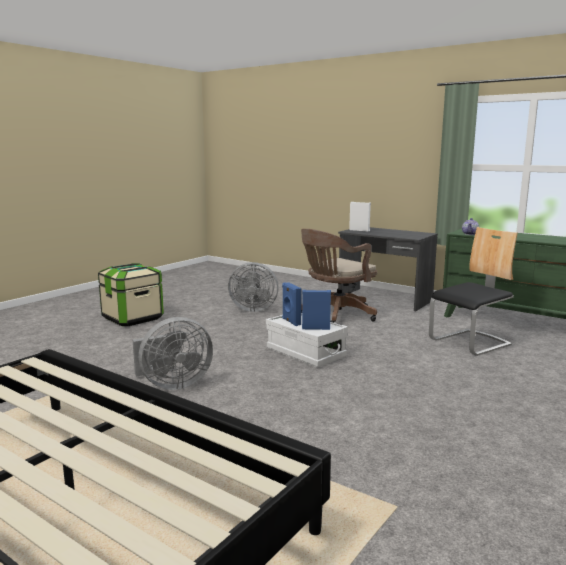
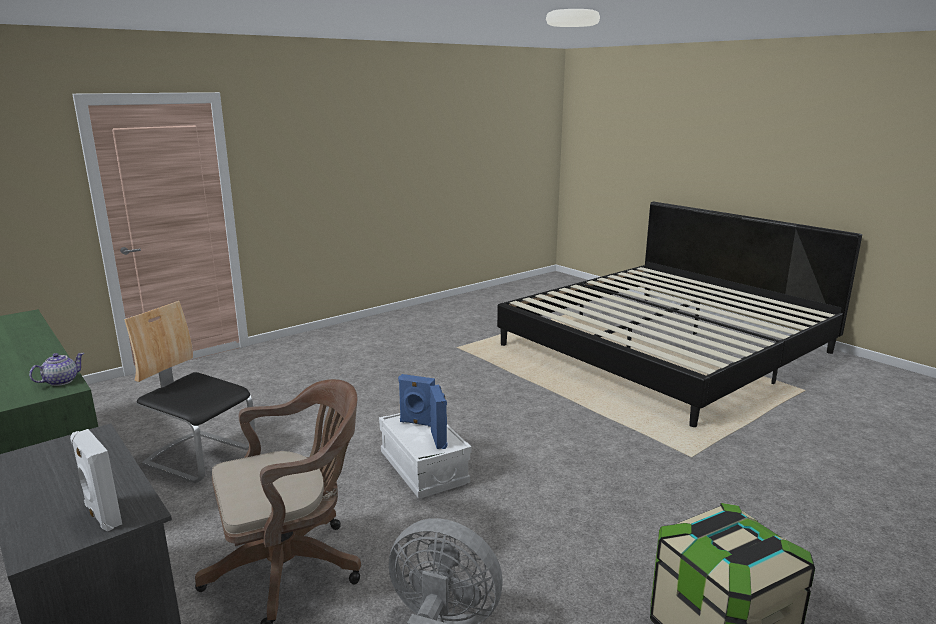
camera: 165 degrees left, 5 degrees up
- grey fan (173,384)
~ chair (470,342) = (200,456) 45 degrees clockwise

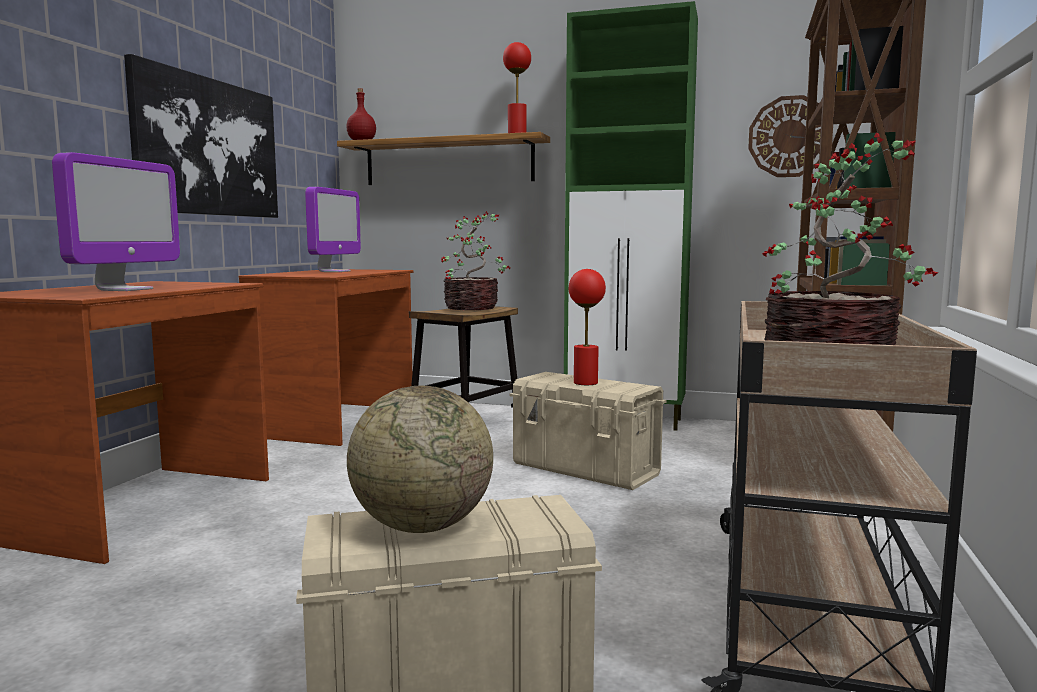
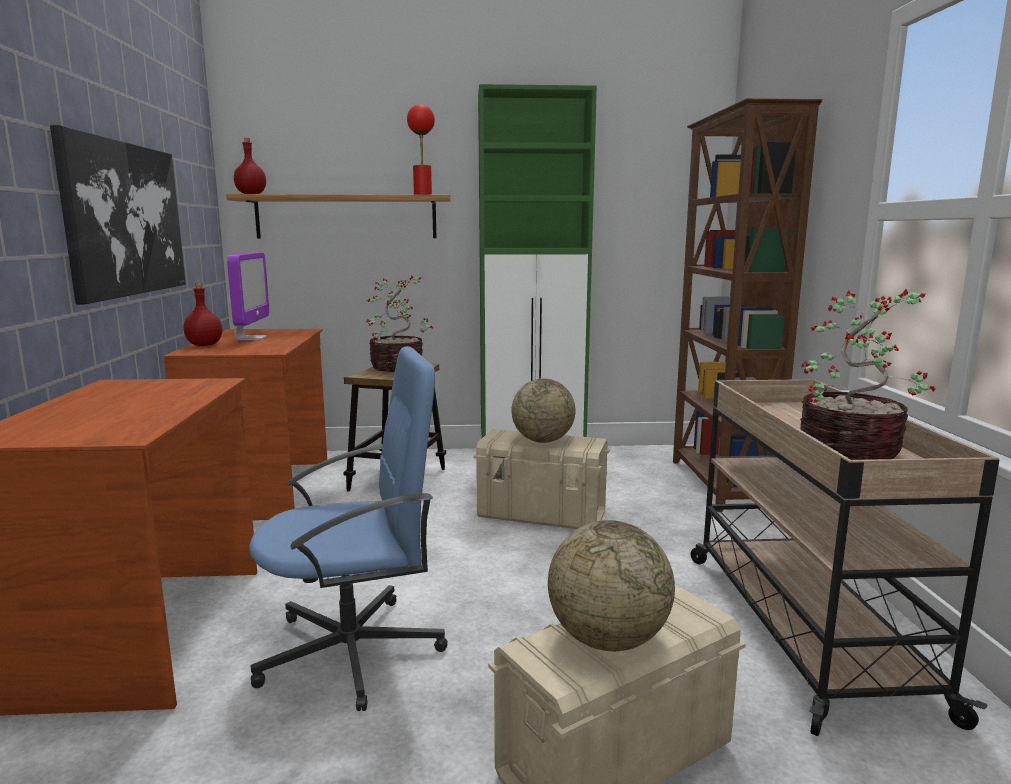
camera: 20 degrees left, 5 degrees up
- monitor (124,289)
~ red table lamp (585,383) to globe (542,440)
- wall clock (789,137)
+ red bottle (205,345)
+ blue office chair (354,651)

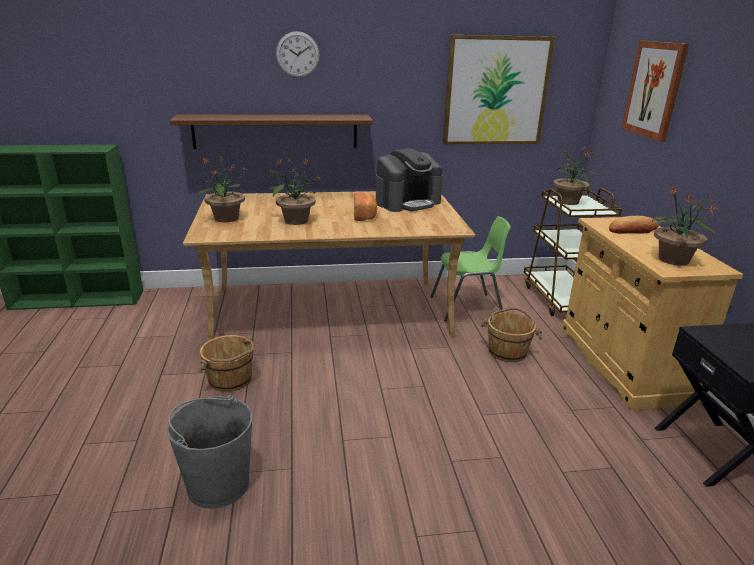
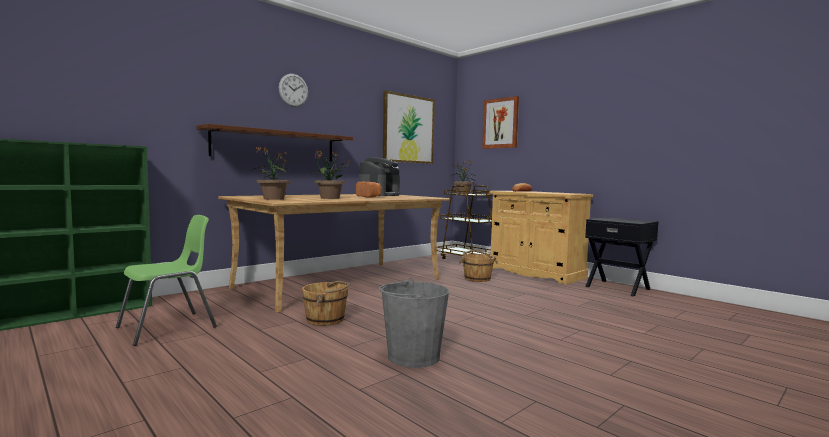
camera: 35 degrees left, 20 degrees down
~ green chair (467,307) to (169,327)
- potted plant (673,260)

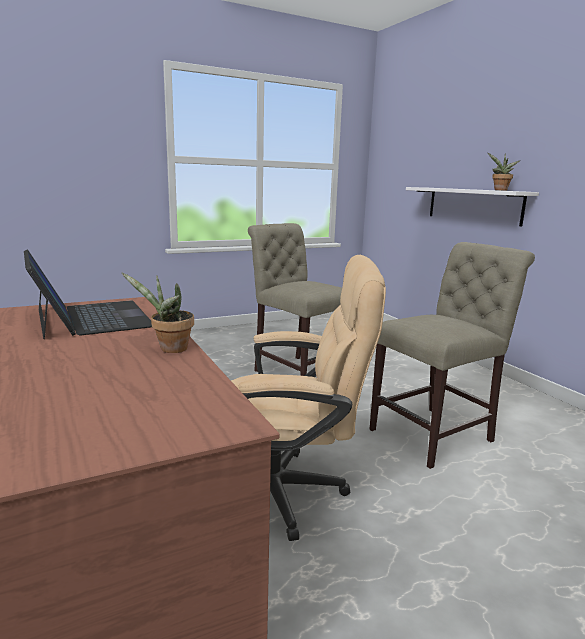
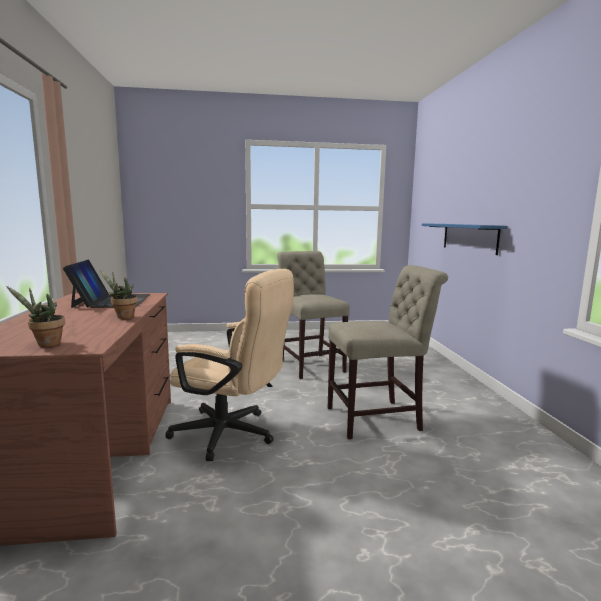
camera: 20 degrees right, 5 degrees down
~ white shelf (473,205) to blue shelf (469,237)
~ potted plant (499,190) to (45,344)

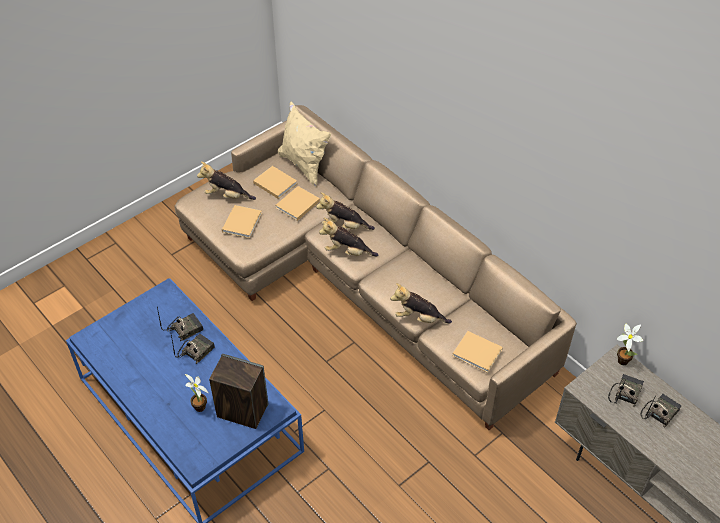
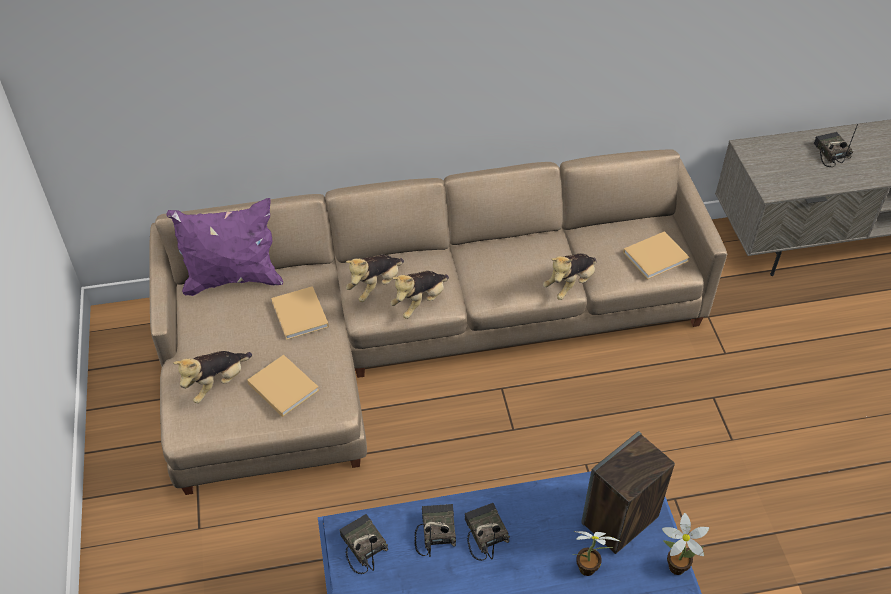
camera: 60 degrees left, 0 degrees up
- beige book (274,183)
~ beige pillow (304,165) to purple pillow (233,279)
~ radio (625,393) to (362,547)
~ potted plant (622,359) to (674,565)

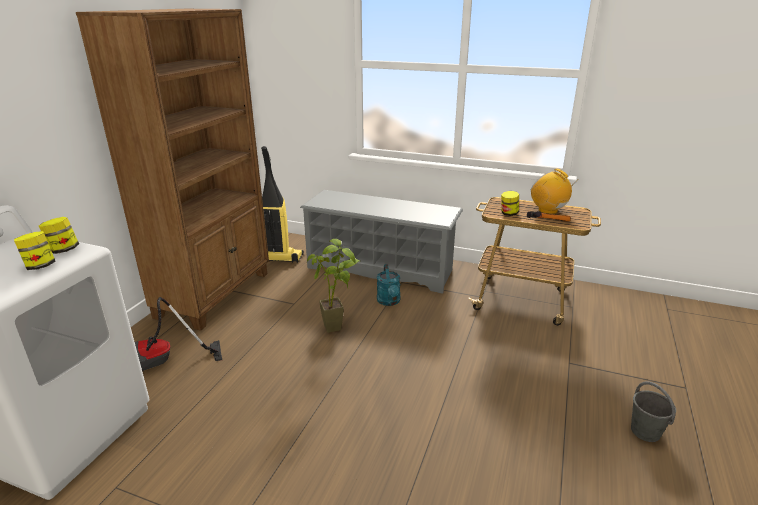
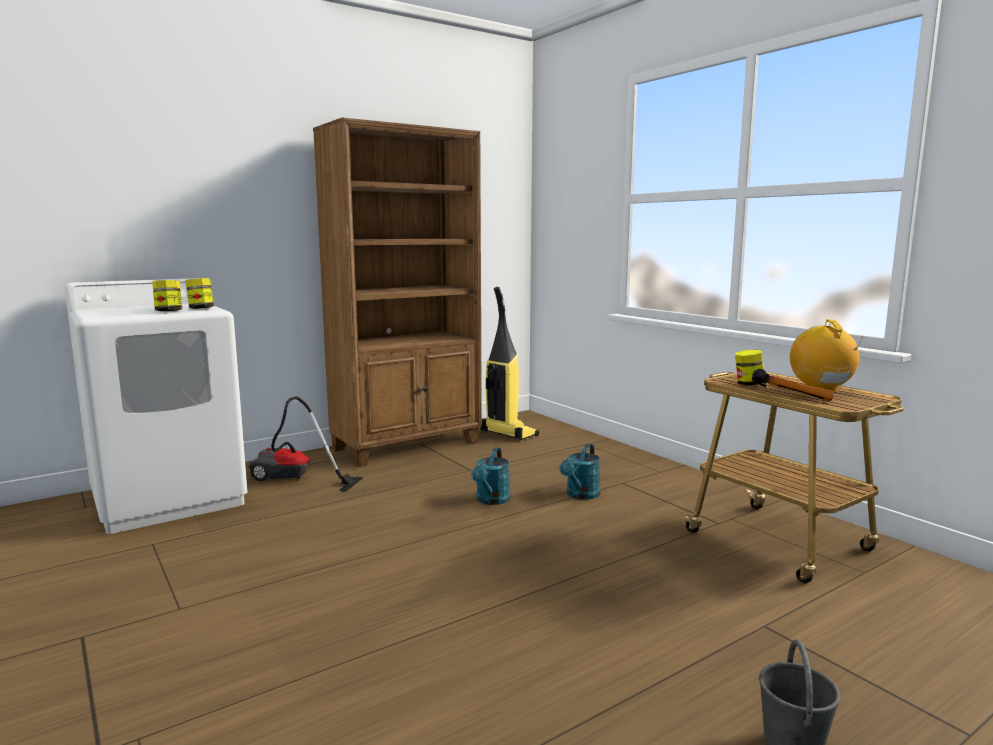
camera: 35 degrees right, 15 degrees down
- grey shoe rack (381,269)
~ potted plant (340,327) to turquoise watering can (491,500)

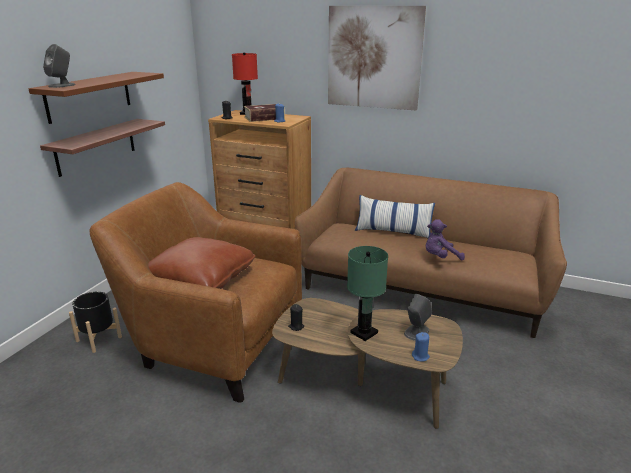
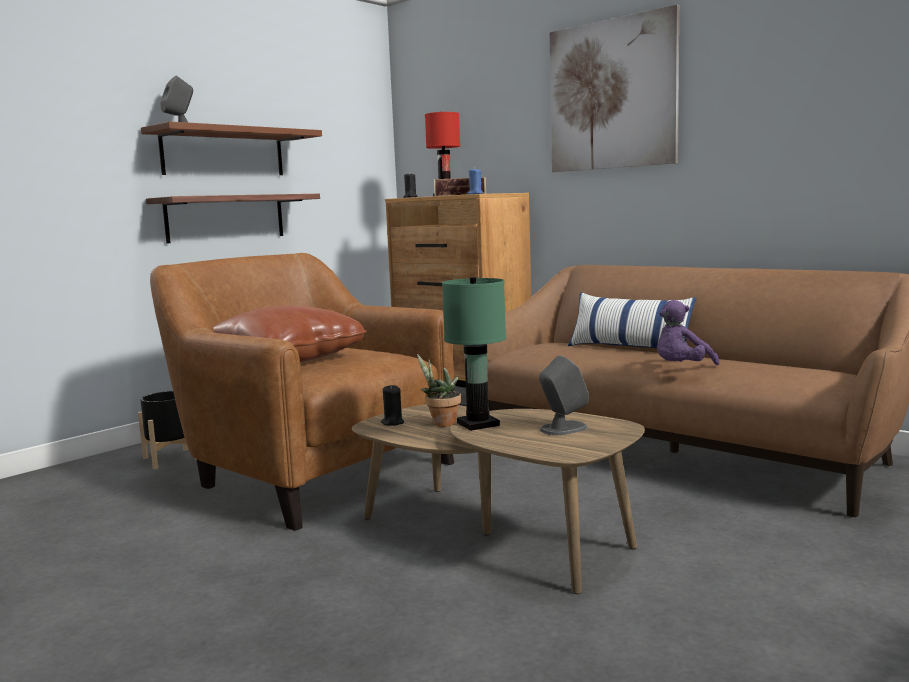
camera: 20 degrees right, 15 degrees down
- blue candle (420,356)
~ purple plush toy (440,257) = (681,369) 45 degrees counterclockwise
+ potted plant (441,423)

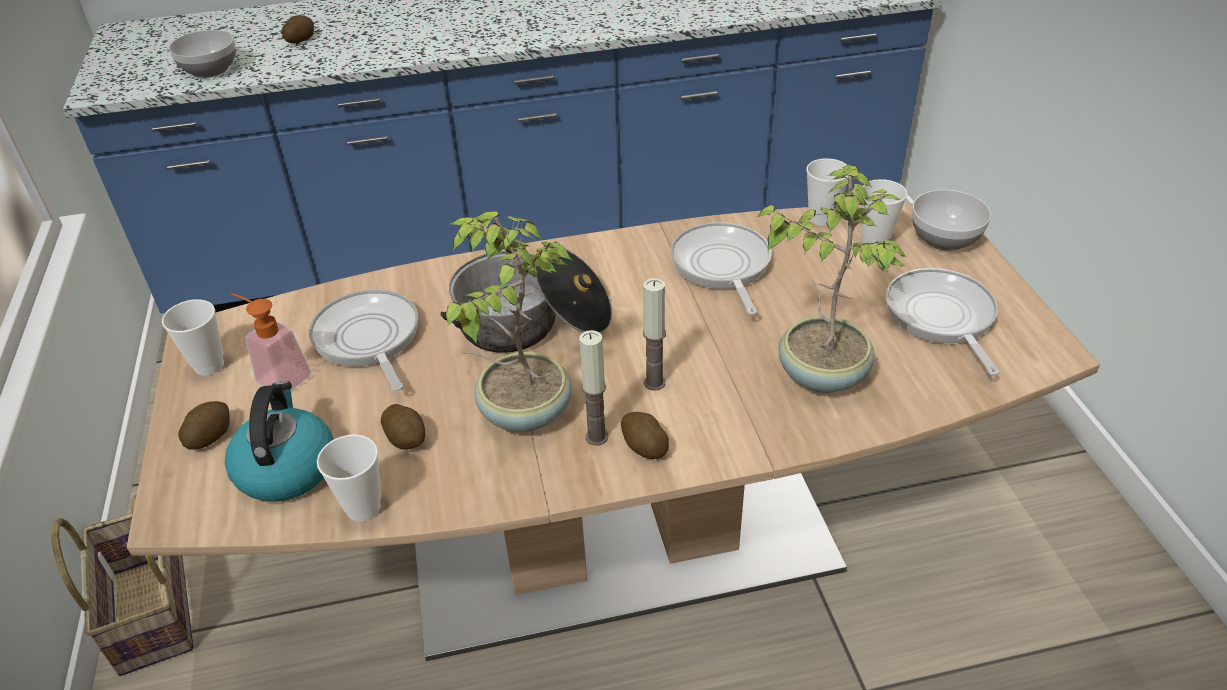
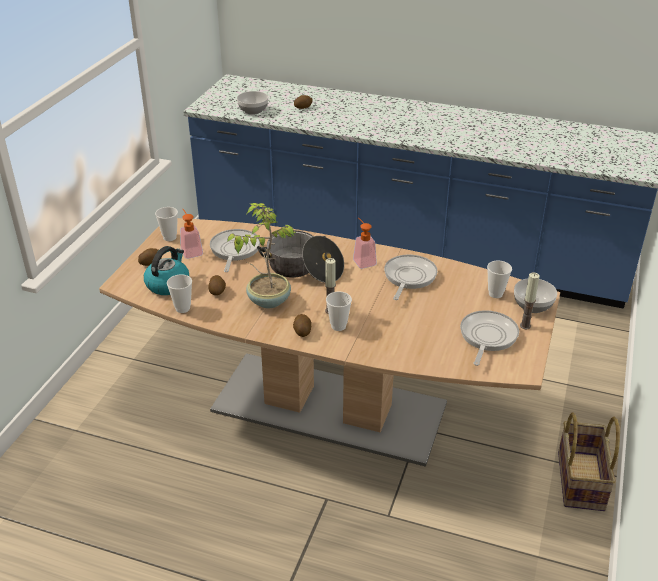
camera: 30 degrees right, 5 degrees down
~ basket (149,612) to (579,480)
~ candle (596,437) to (525,326)
- potted plant (822,373)
~ cup (822,218) to (338,326)
+ soap dispenser (363,260)

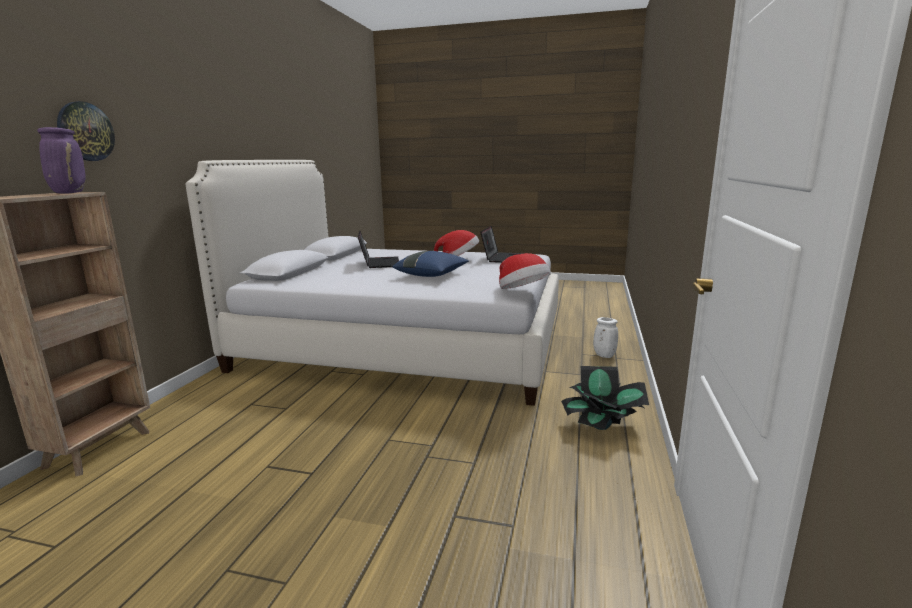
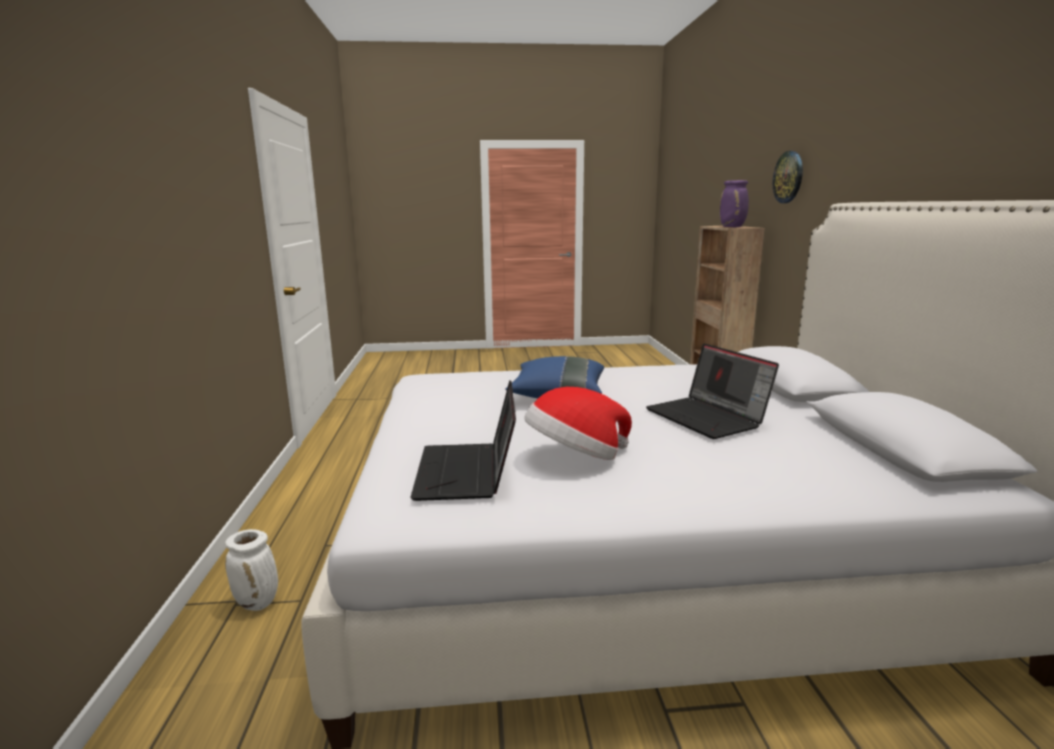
camera: 160 degrees right, 0 degrees up
- hat (522,292)
- potted plant (601,426)

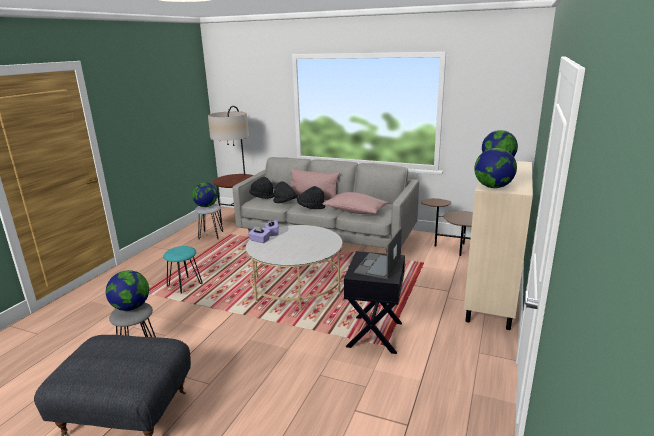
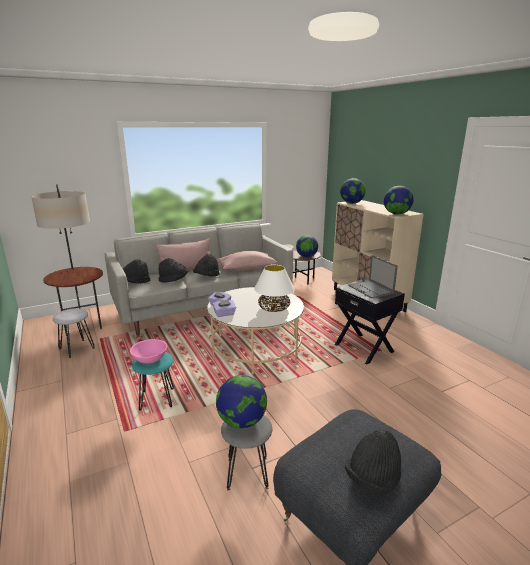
camera: 50 degrees left, 0 degrees up
~ globe (206,206) to (306,256)
+ pink bowl (150,359)
+ white table lamp (273,308)
+ black hat (373,478)

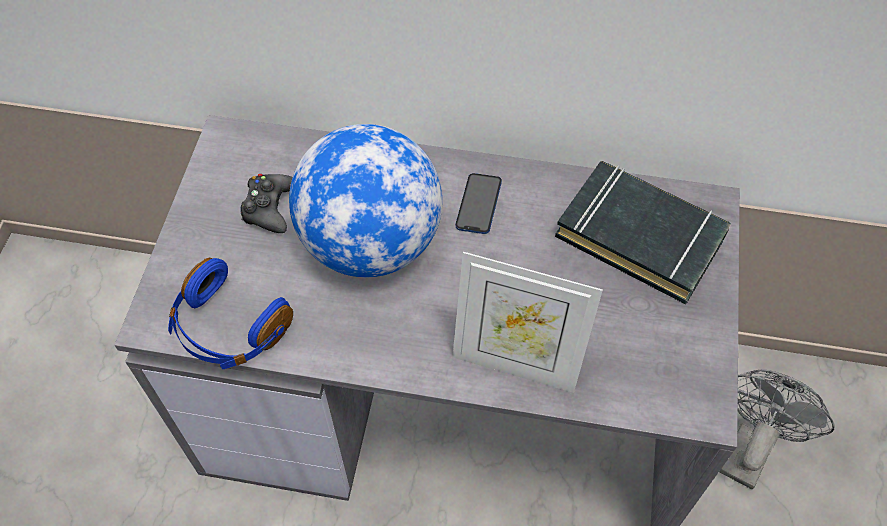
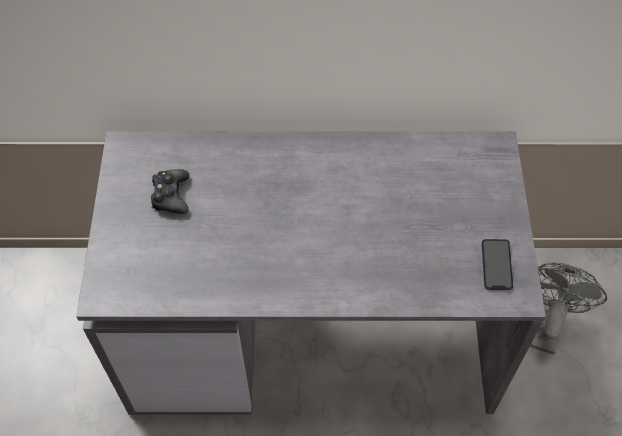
camera: 10 degrees left, 0 degrees up
- blue headphones (228,328)
- globe (371,243)
- picture frame (516,363)
~ phone (478,204) to (496,265)
- black book (640,236)

